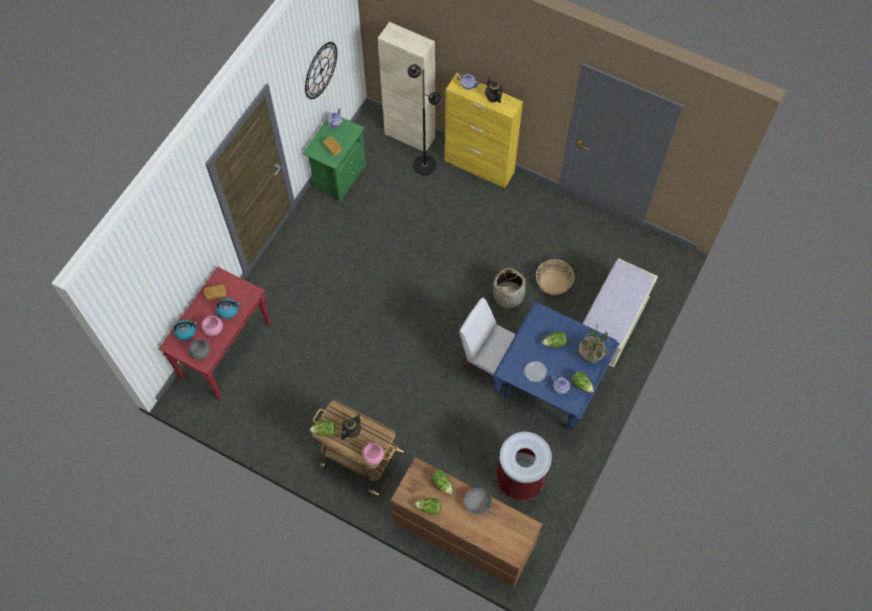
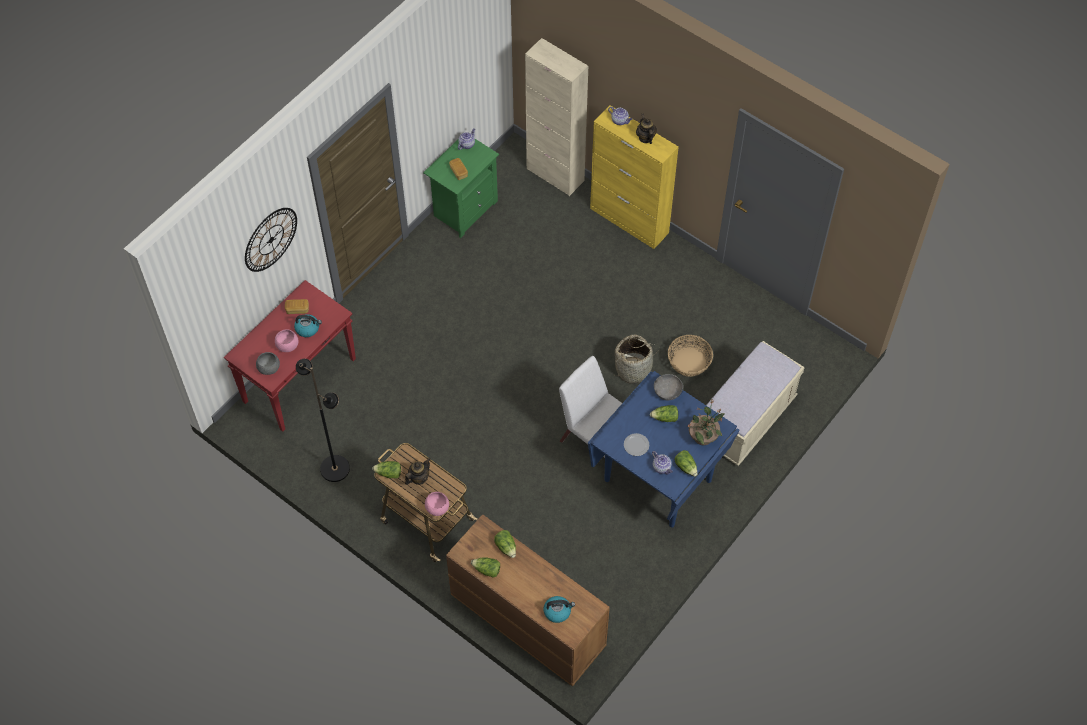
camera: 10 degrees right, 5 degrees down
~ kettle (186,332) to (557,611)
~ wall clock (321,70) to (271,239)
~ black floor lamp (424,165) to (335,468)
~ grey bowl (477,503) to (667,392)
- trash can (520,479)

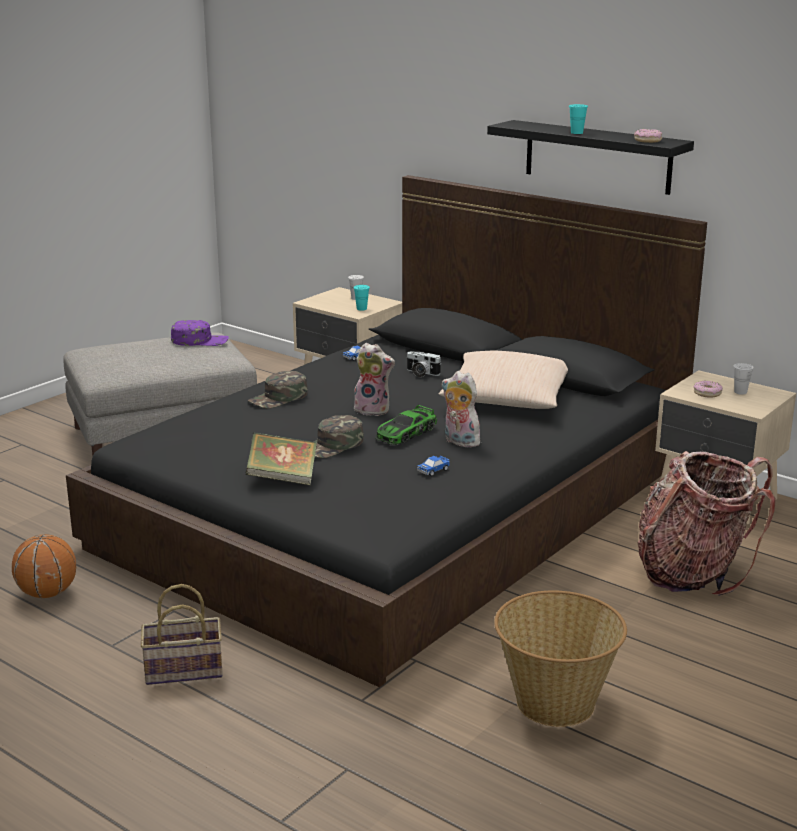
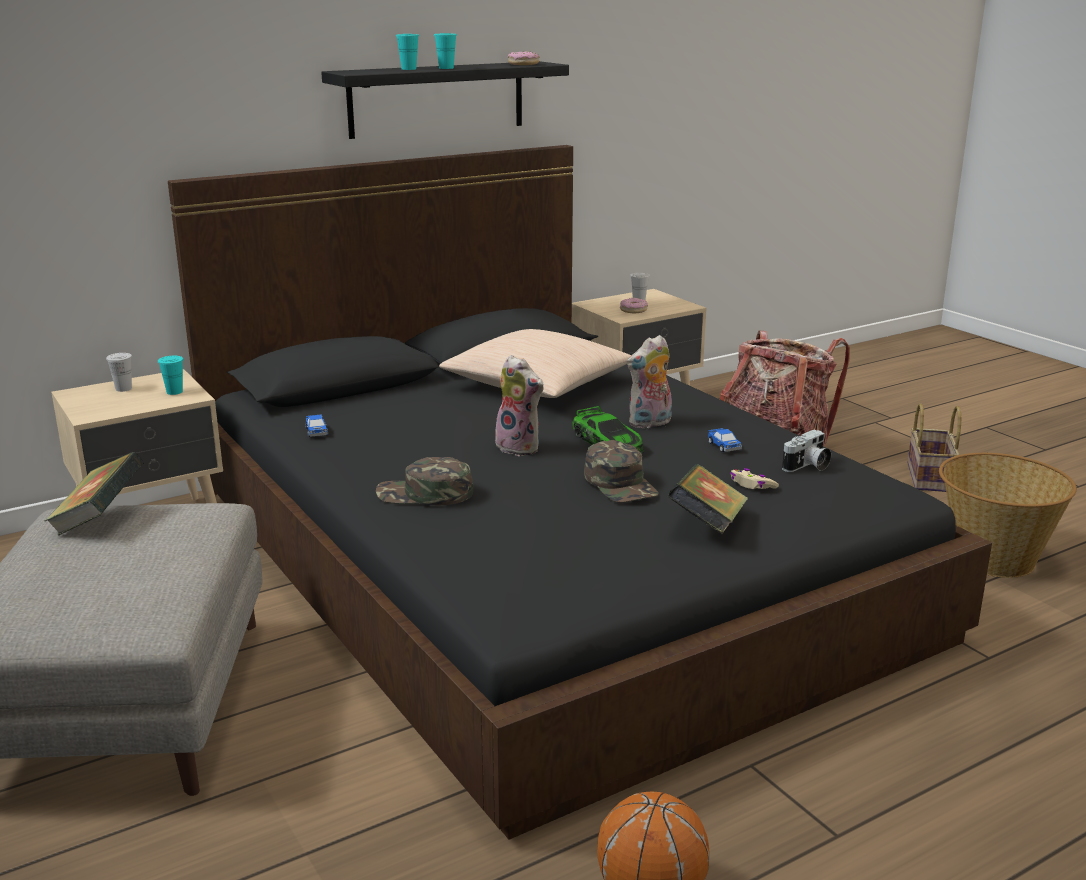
camera: 70 degrees left, 0 degrees up
~ basket (182,671) to (931,478)
~ purple cap (200,340) to book (100,519)
~ green cap (279,398) = (424,494) 120 degrees clockwise
~ plush toy (373,410) = (521,447) 90 degrees clockwise
~ photo camera (421,373) to (807,466)
+ turquoise cup (408,69)
+ beige game controller (752,485)

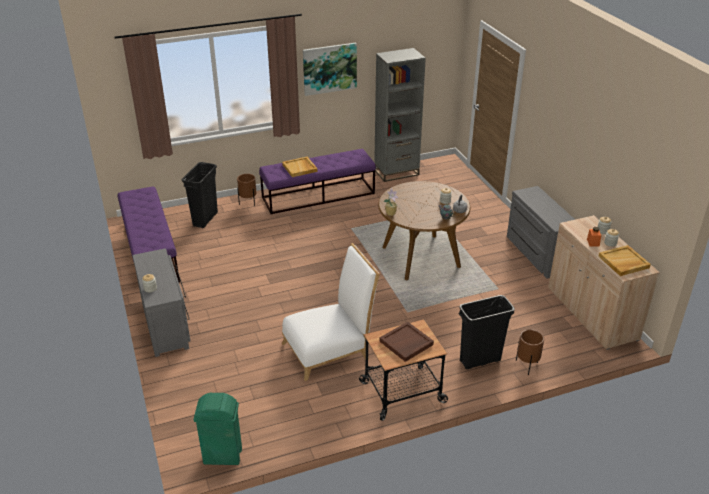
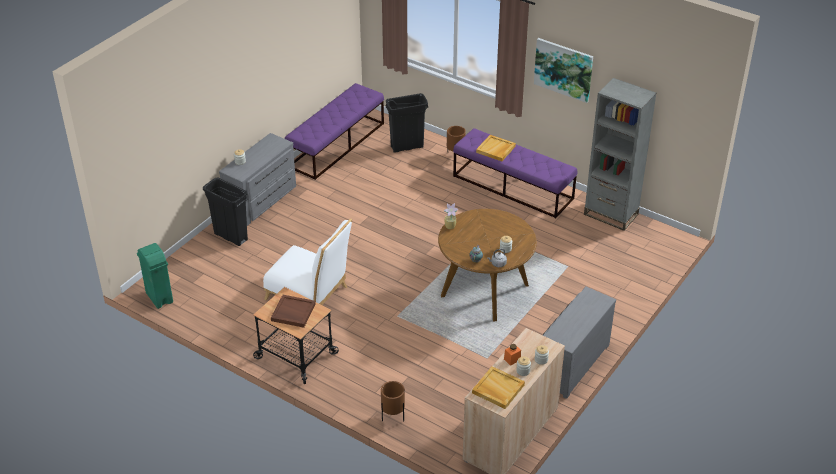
camera: 55 degrees right, 5 degrees up
~ black trash can (480,360) to (230,237)

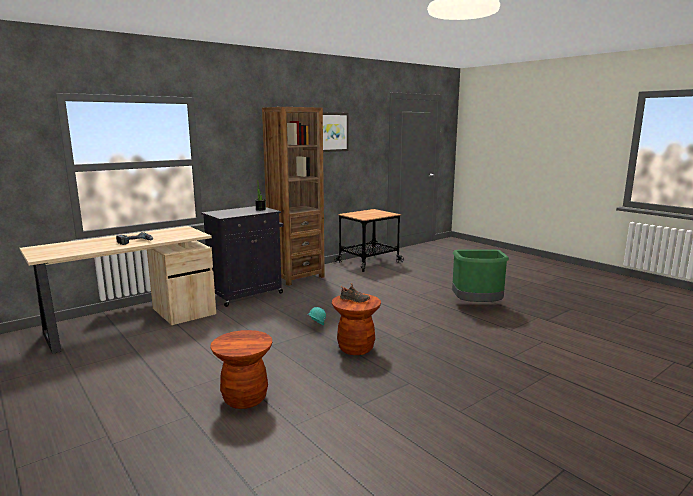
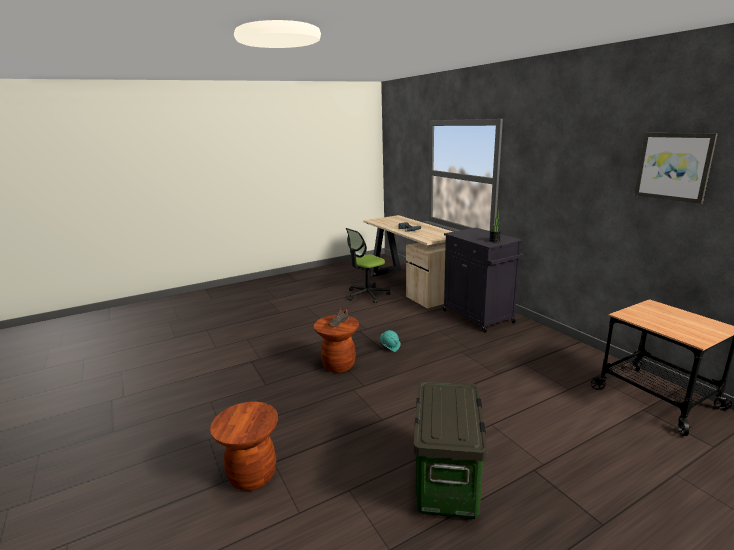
camera: 100 degrees right, 5 degrees up
~ brown stool (245,398) to (252,475)
- brown bookcase (296,277)
~ green trash can (477,306) to storage box (447,481)
+ office chair (367,295)

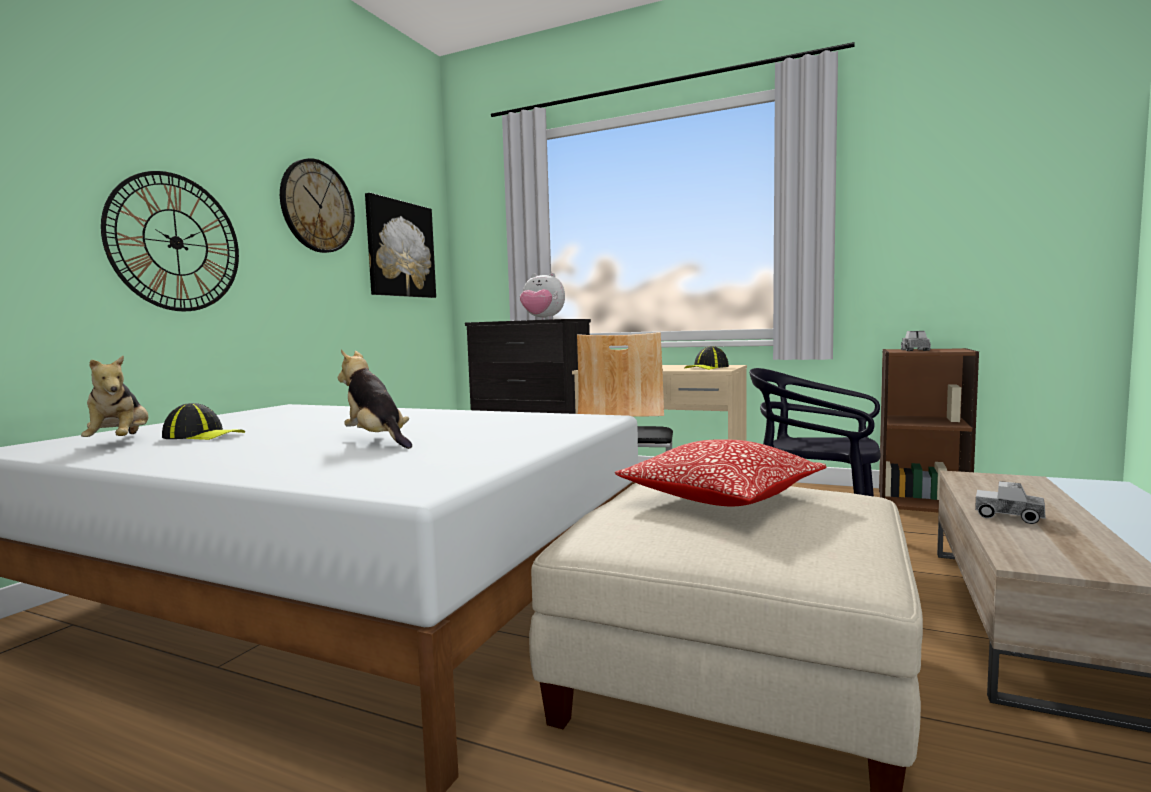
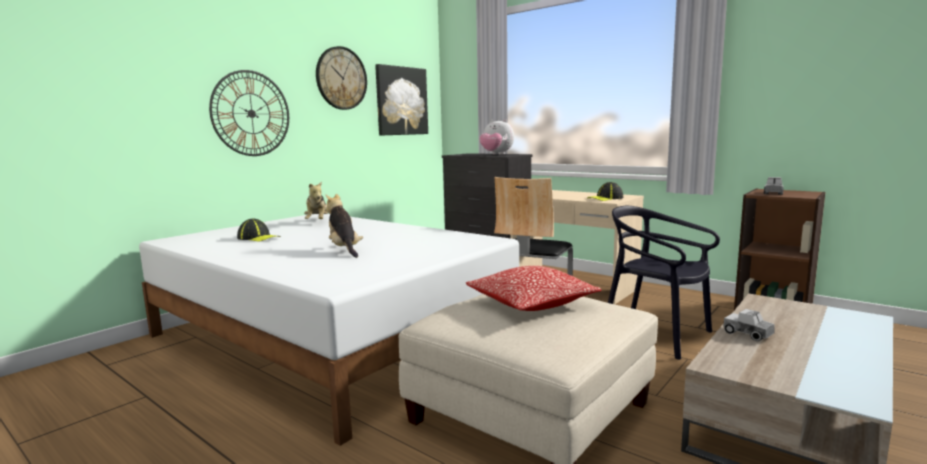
camera: 15 degrees right, 5 degrees up
~ plush toy (120,442) to (318,221)

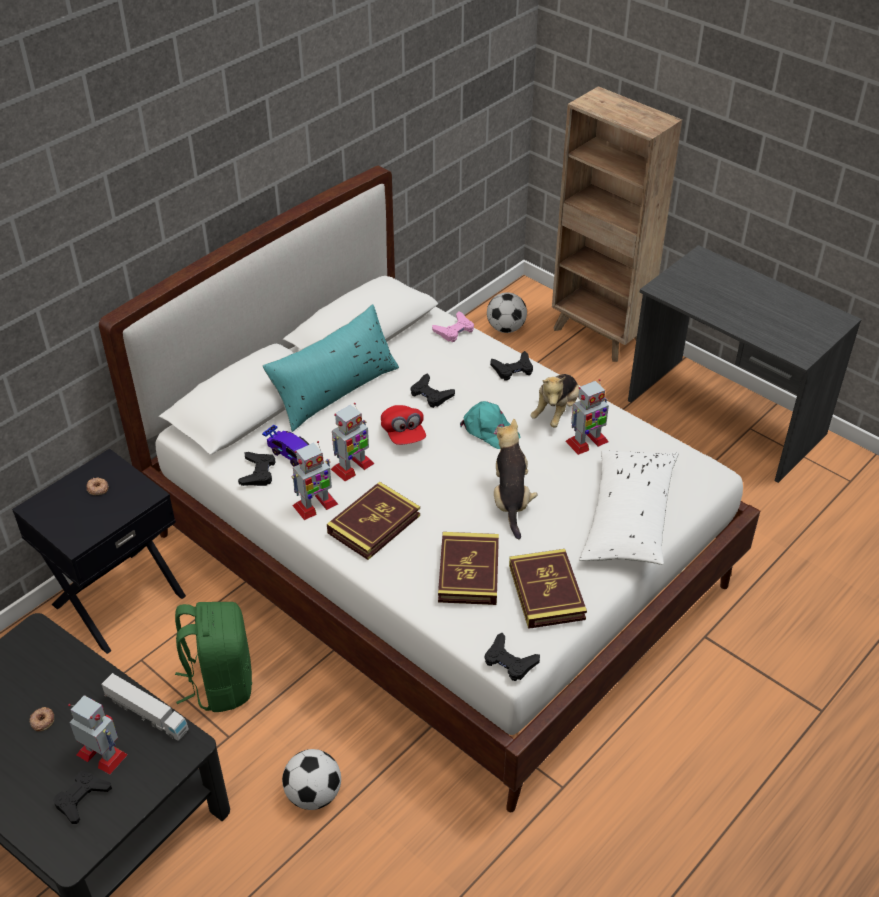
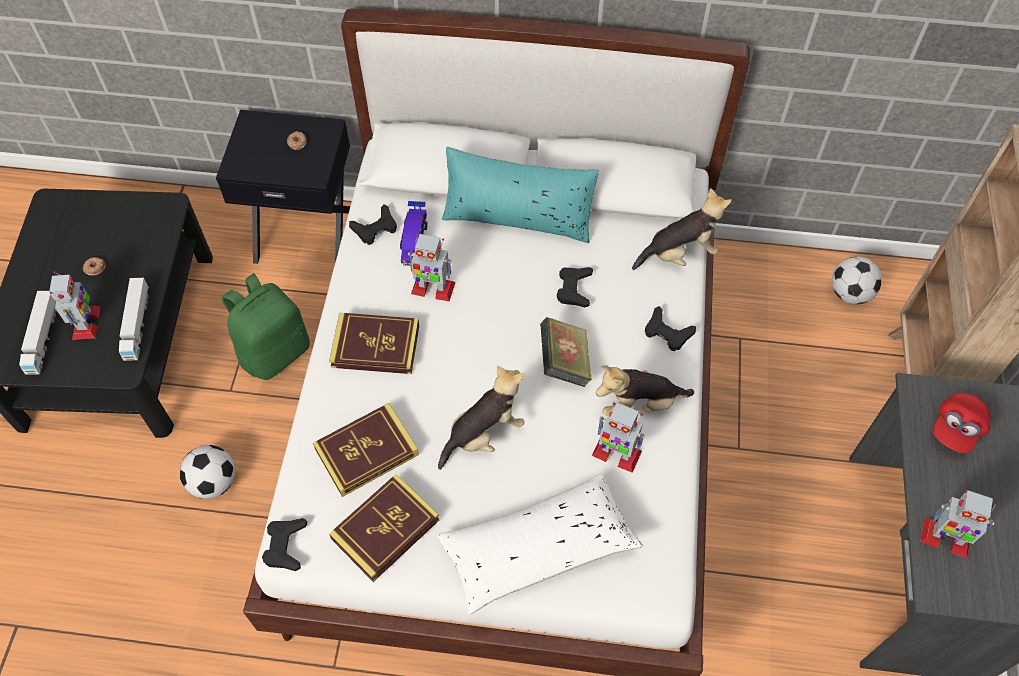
camera: 55 degrees right, 15 degrees up
~ black game controller (82,798) to toy truck (43,337)
~ toy robot (315,505) to (944,537)
~ red cap (403,434) to (956,429)
~ pink game controller (454,330) to plush toy (679,253)
~ turquoise cap (489,430) to book (564,363)

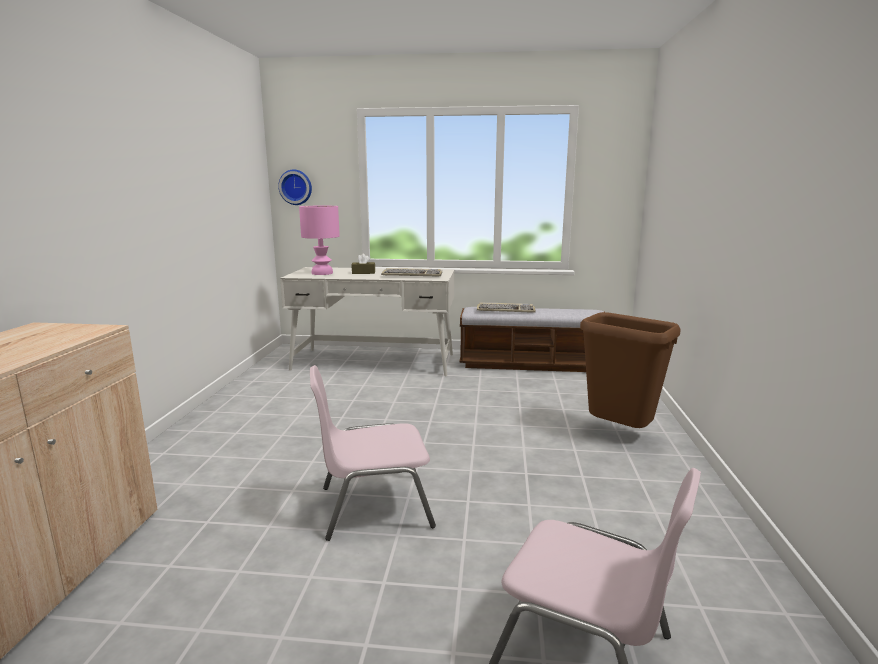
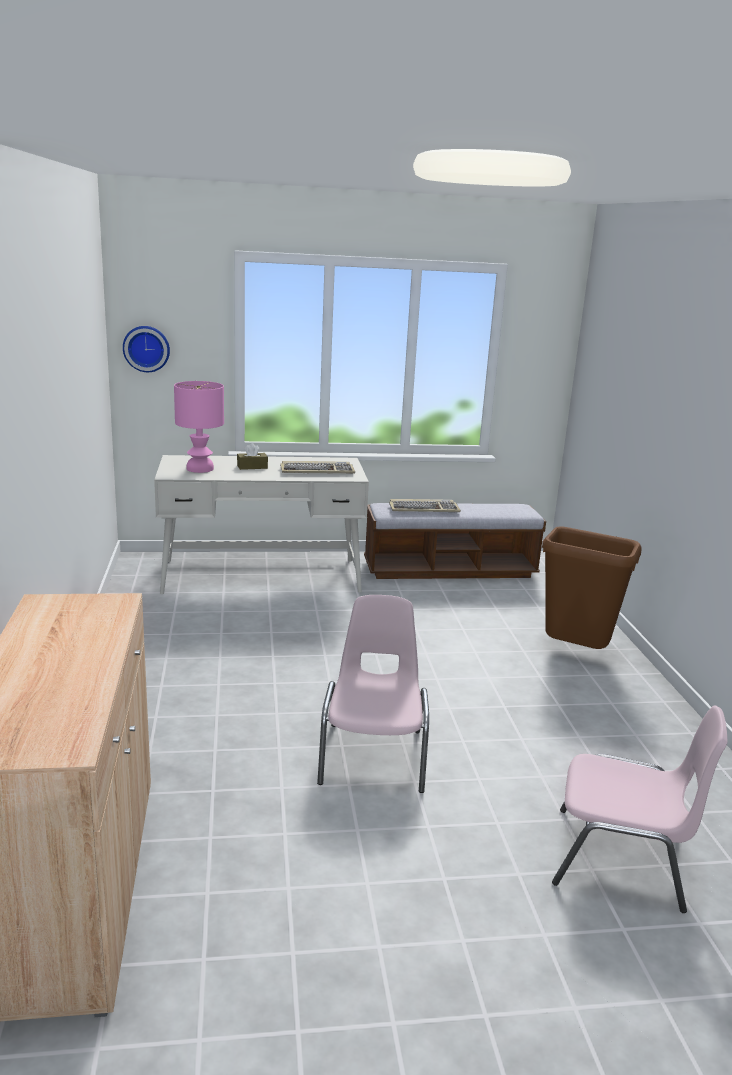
camera: 15 degrees left, 5 degrees up
~ pink chair (373,506) = (374,755) 120 degrees clockwise

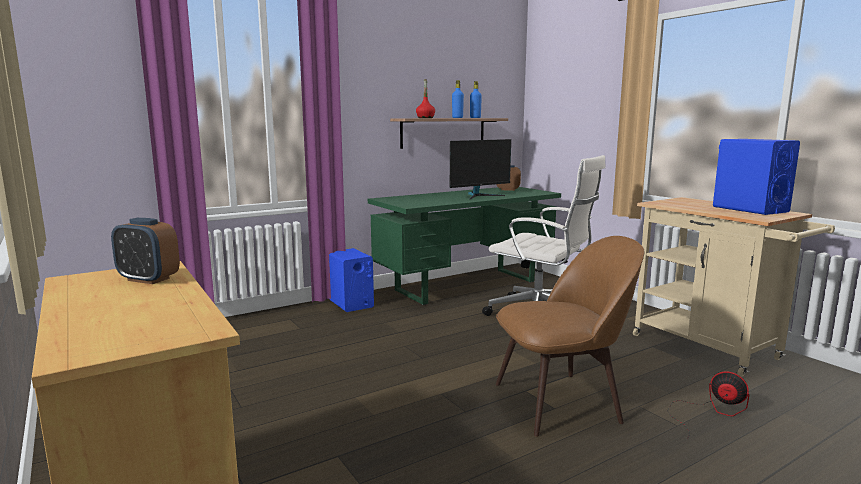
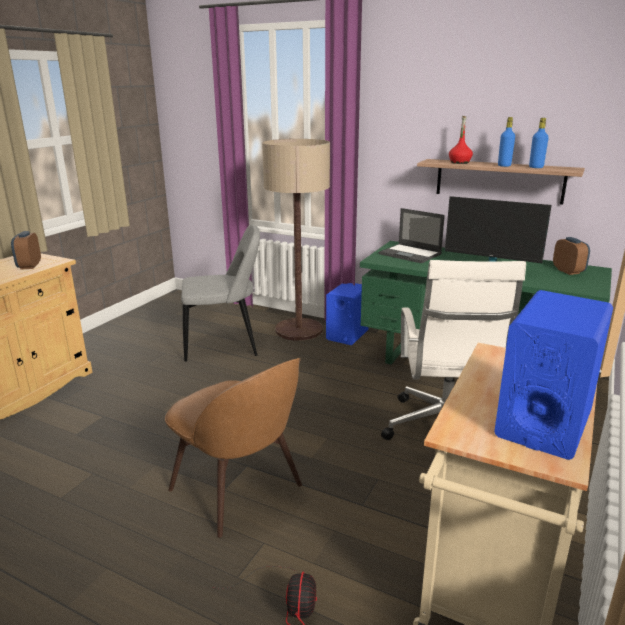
camera: 60 degrees right, 10 degrees up
+ grey chair (225,346)
+ floor lamp (299,330)
+ laptop (410,254)

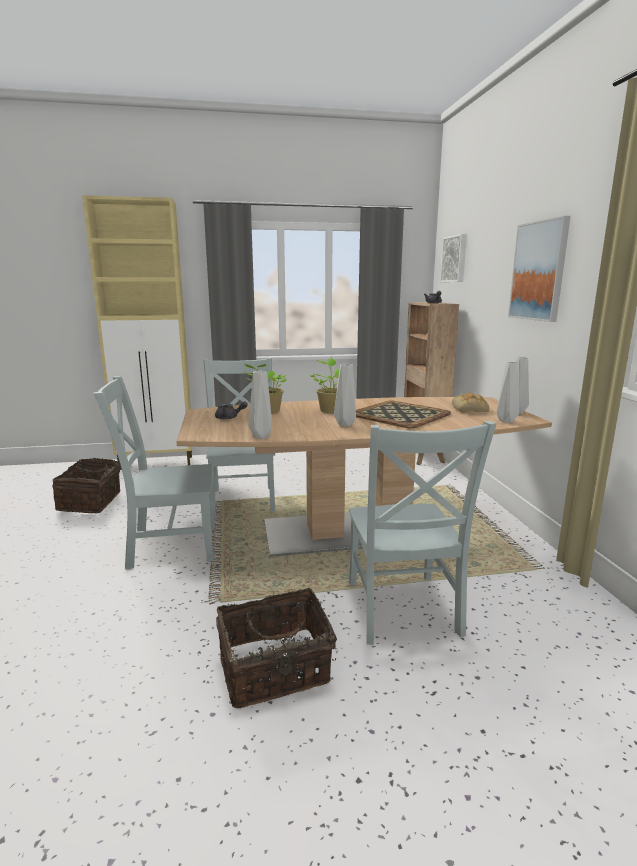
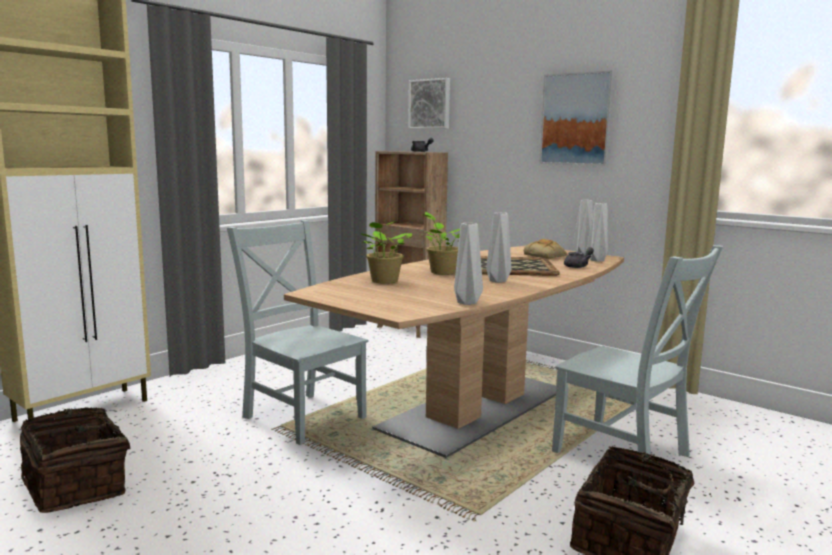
camera: 40 degrees left, 5 degrees down
- grey chair (168,546)
~ grey teapot (229,418) to (578,266)

